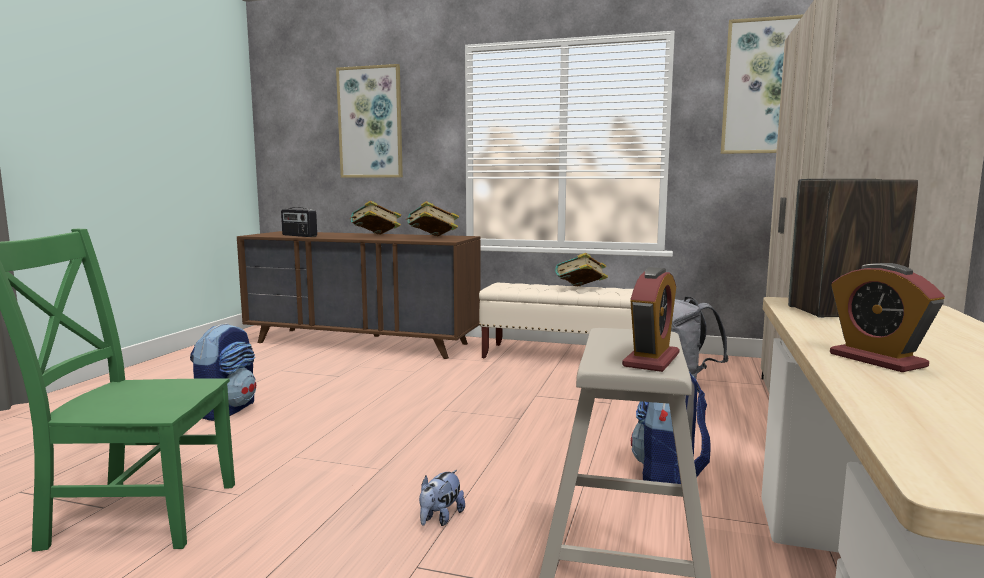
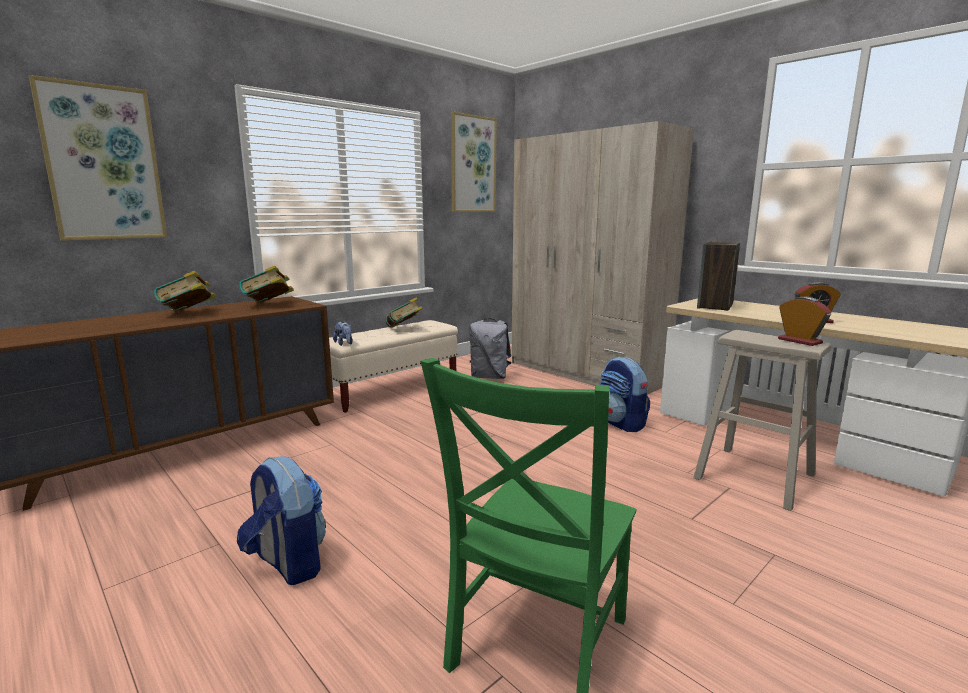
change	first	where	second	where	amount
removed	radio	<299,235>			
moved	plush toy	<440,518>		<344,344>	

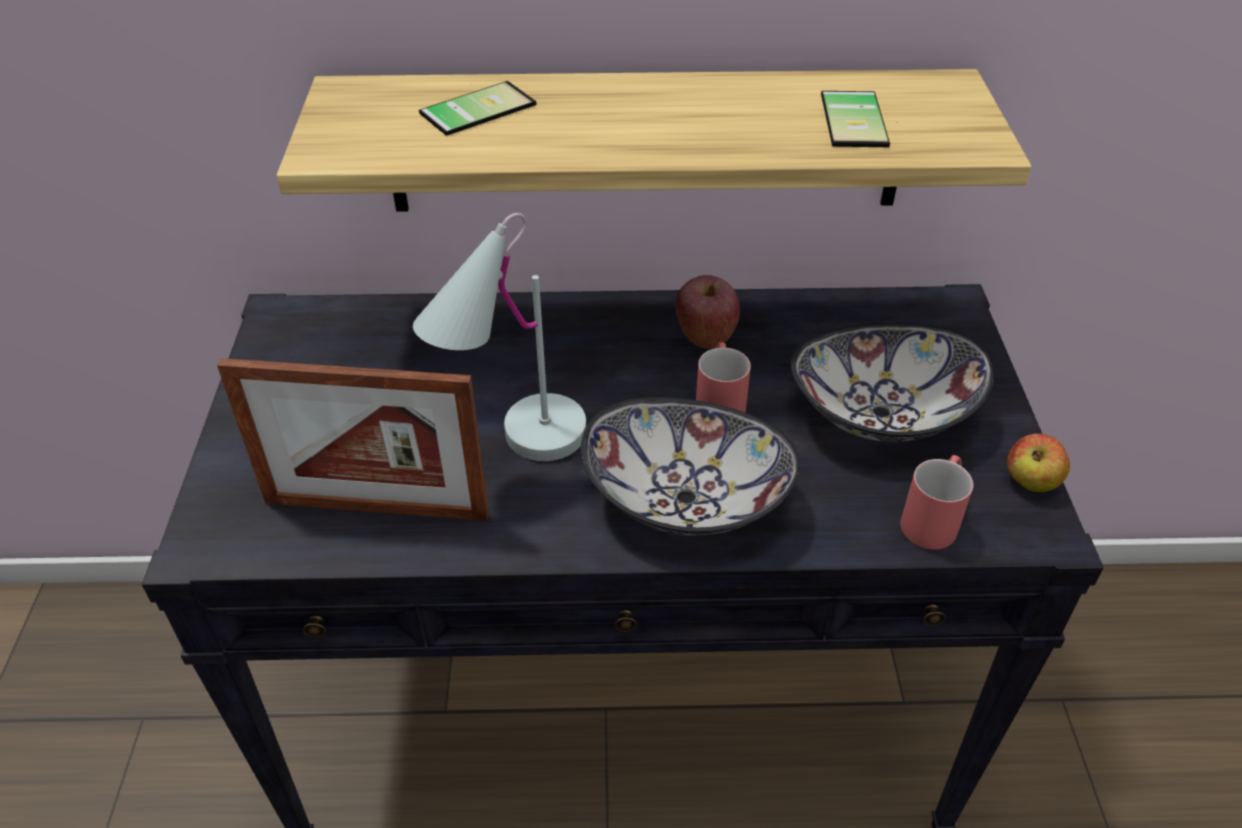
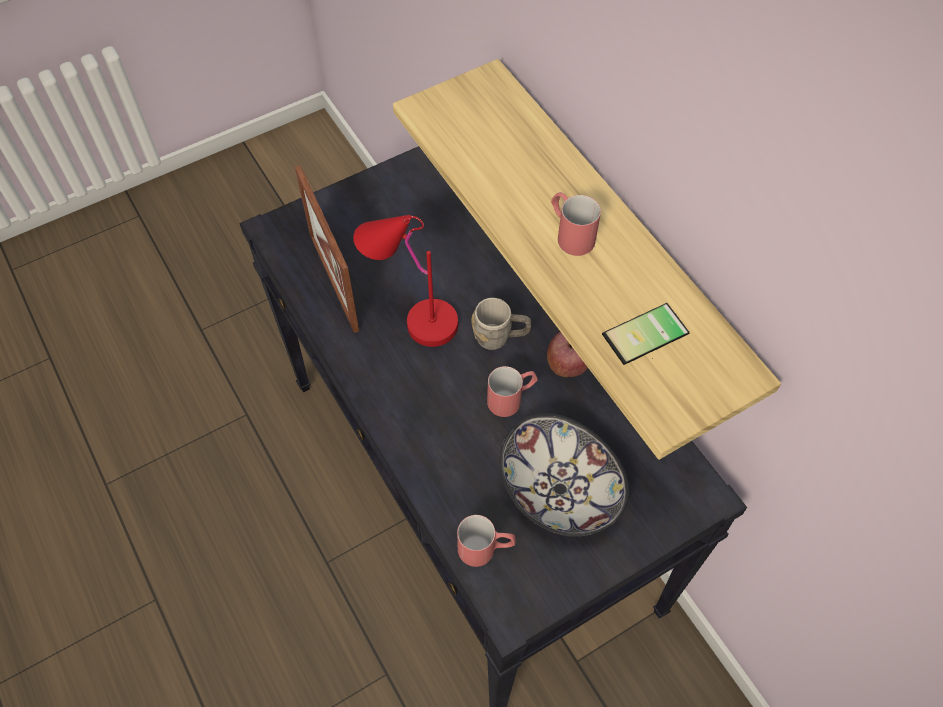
change	first	where	second	where	amount
removed	phone	<475,106>			
removed	bowl	<685,500>			
removed	apple	<1030,482>			
added			mug/grey	<500,337>	
added			mug/red	<570,234>	
recoloured	table lamp/white	<513,448>	table lamp/red	<410,316>	

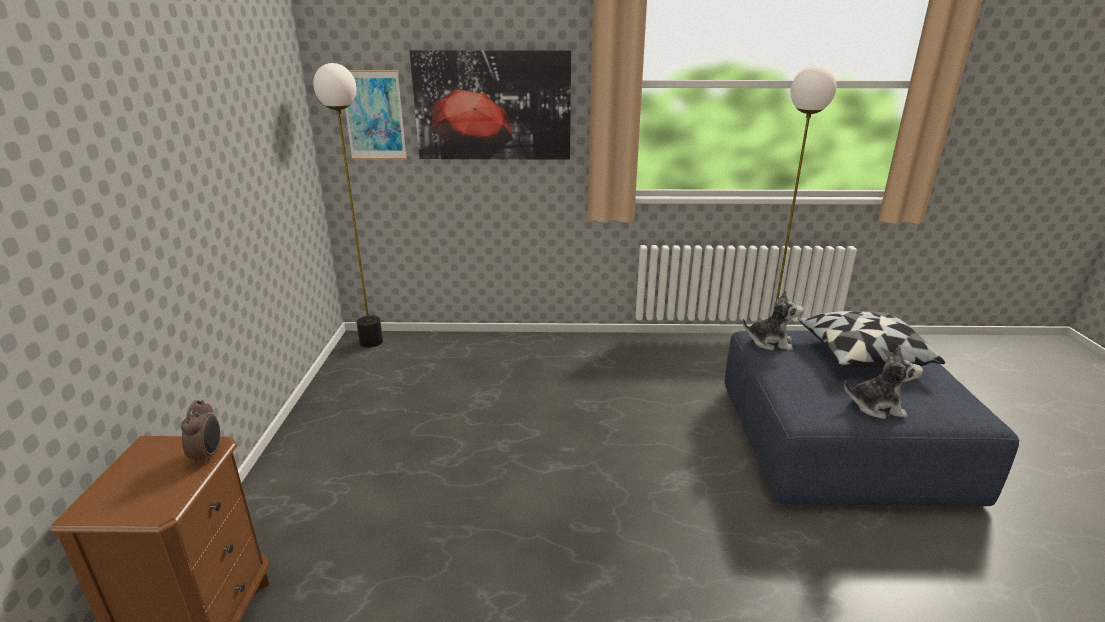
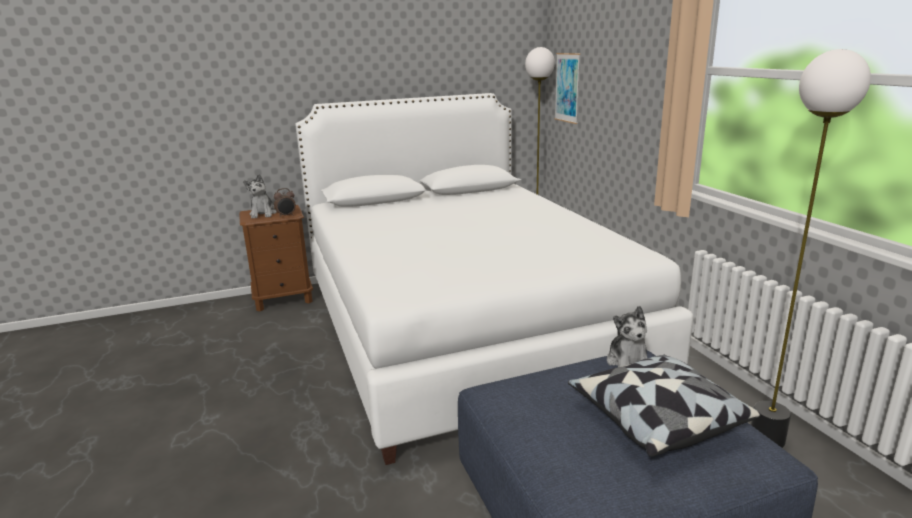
change	first	where	second	where	amount
removed	picture	<493,106>			
added			bed/white	<463,328>	
moved	plush toy	<876,407>		<263,214>	

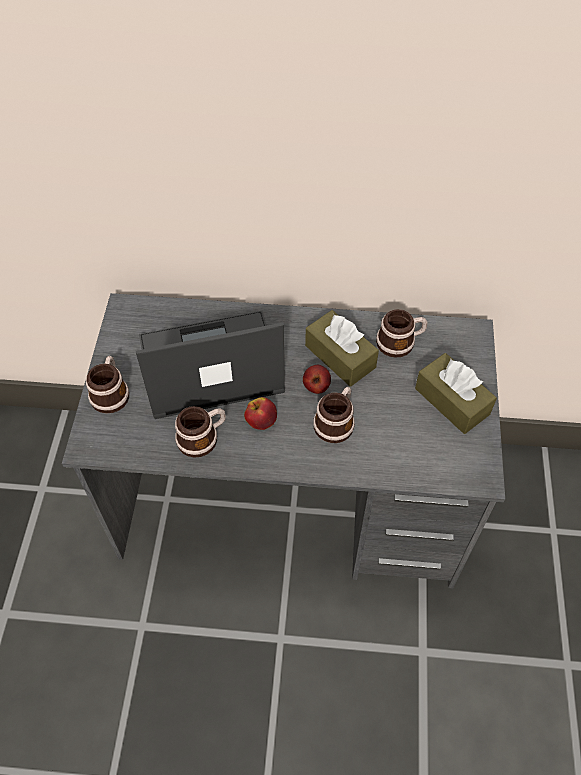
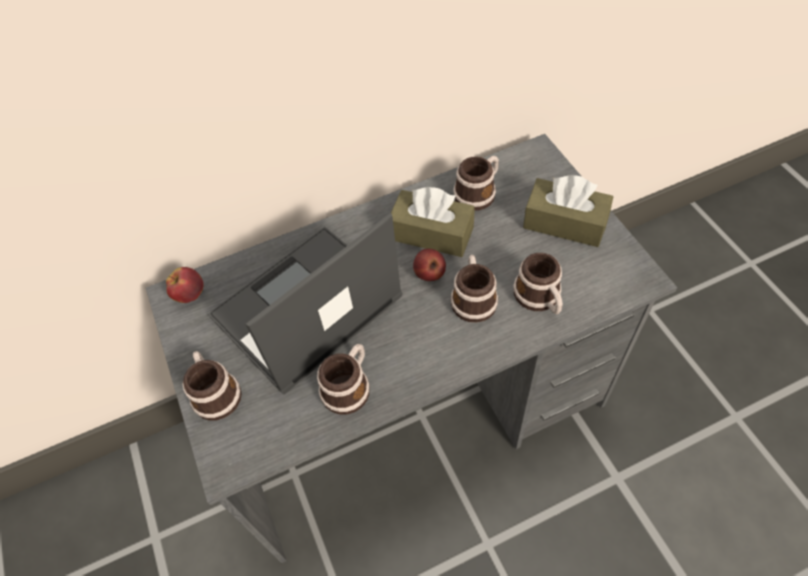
change	first	where	second	where	amount
added			mug	<540,298>	
moved	apple	<261,422>		<190,294>	

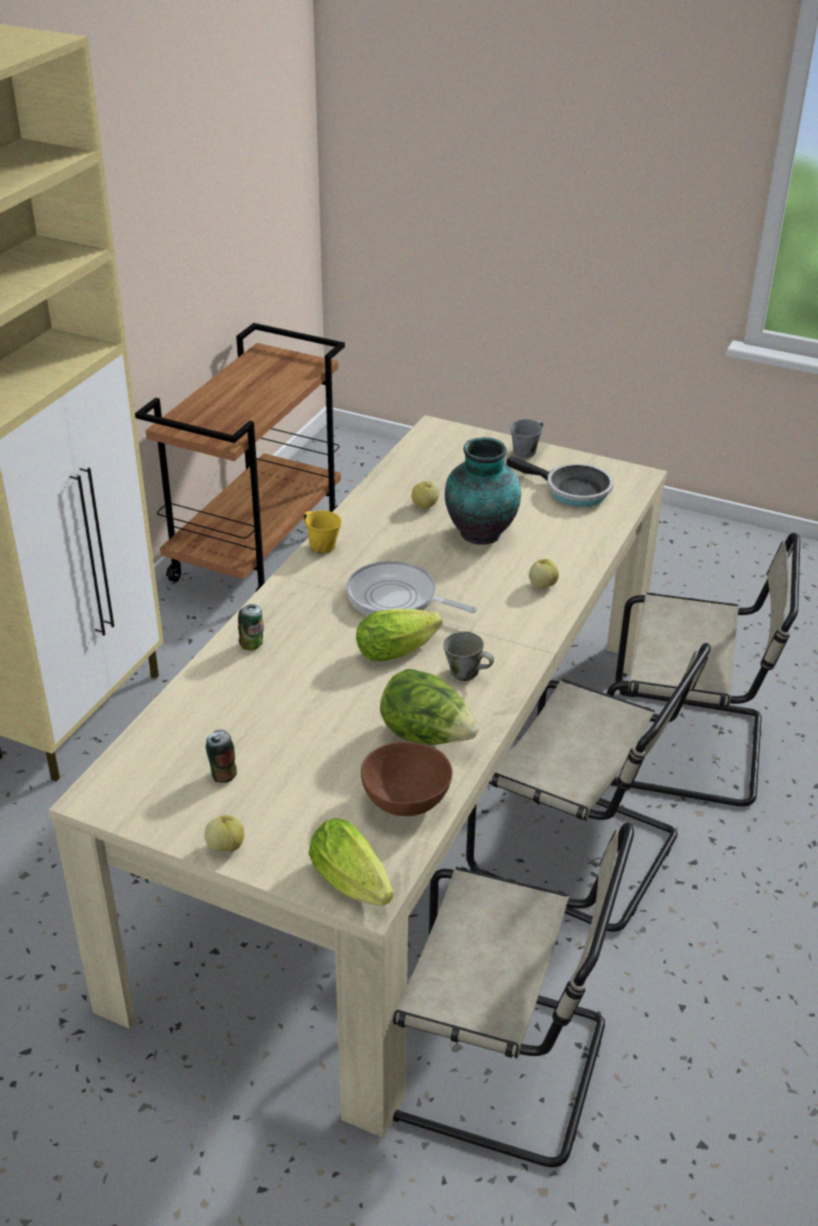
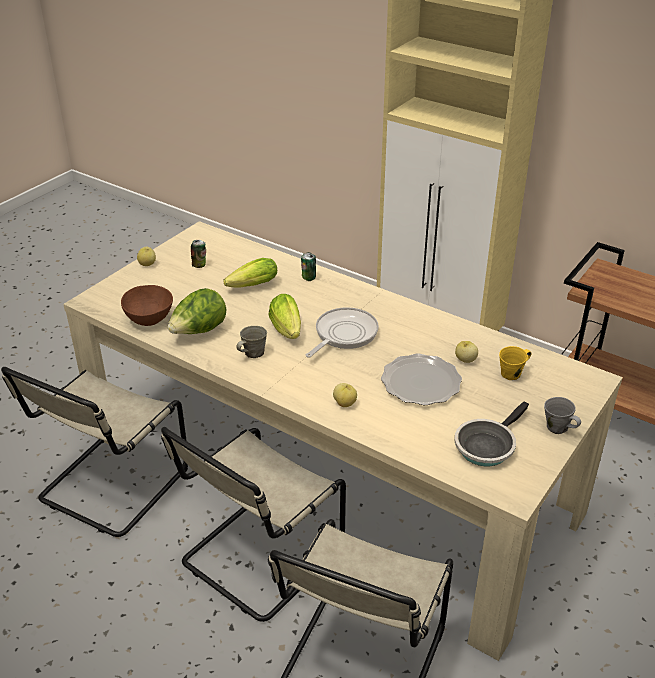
change	first	where	second	where	amount
moved	mug/yellow	<321,546>		<512,374>	
moved	lettuce	<354,884>		<250,286>	
replaced	vase	<481,534>	plate	<420,382>	

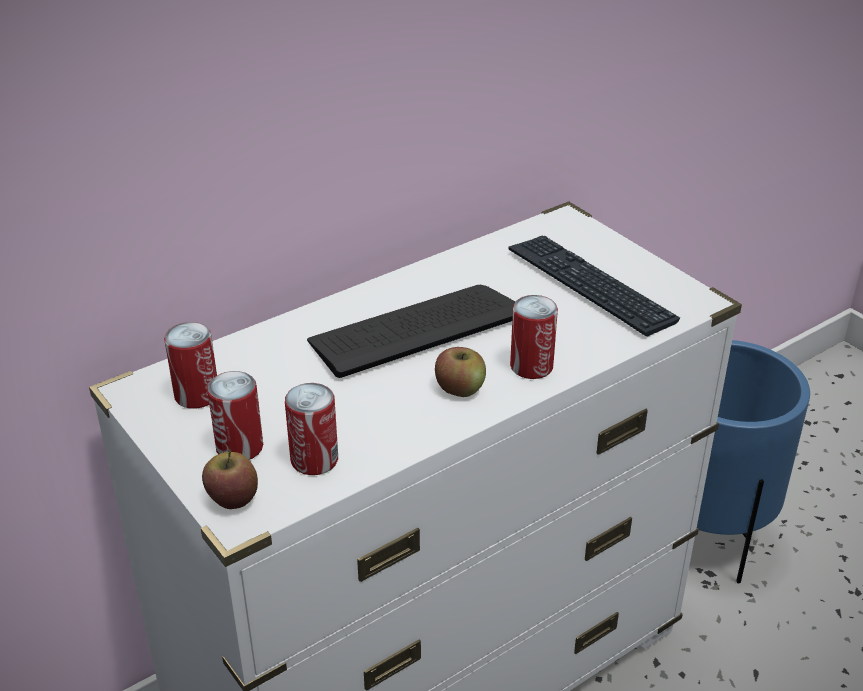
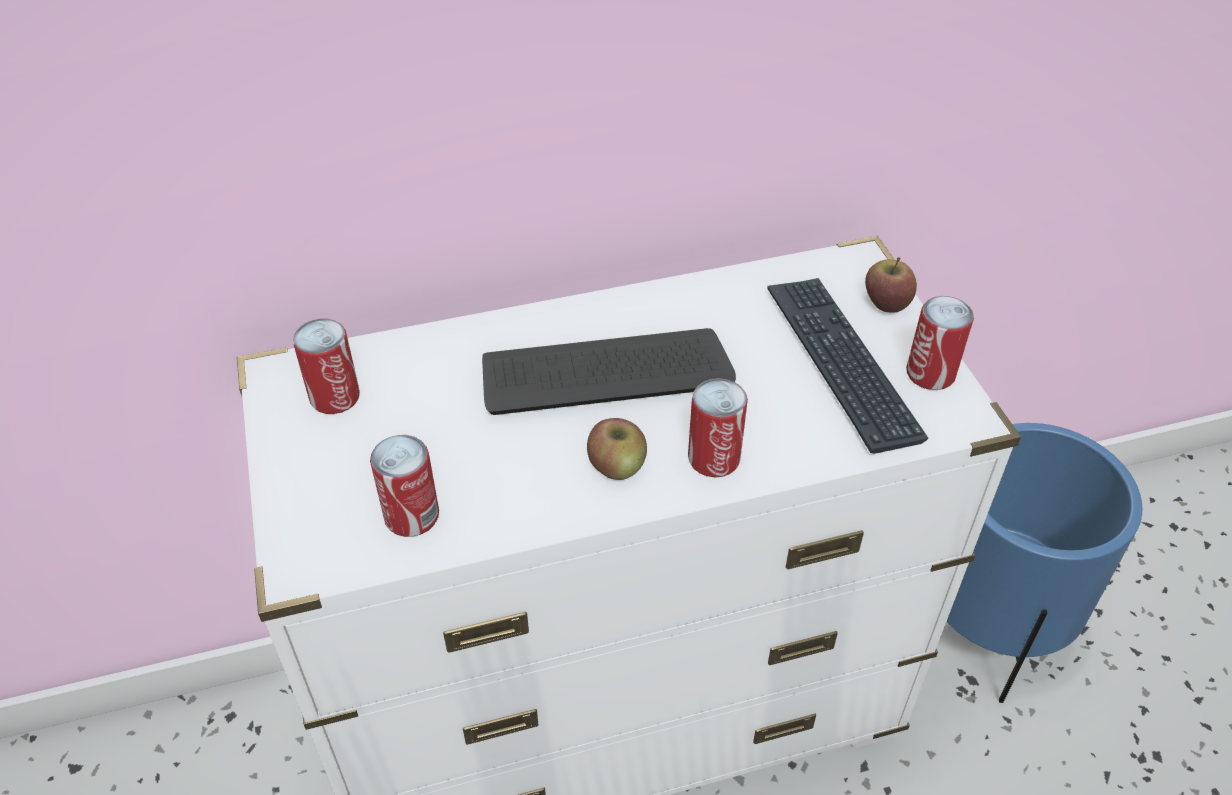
change	first	where	second	where	amount
moved	apple	<232,498>		<886,302>	
moved	can	<239,447>		<930,373>	

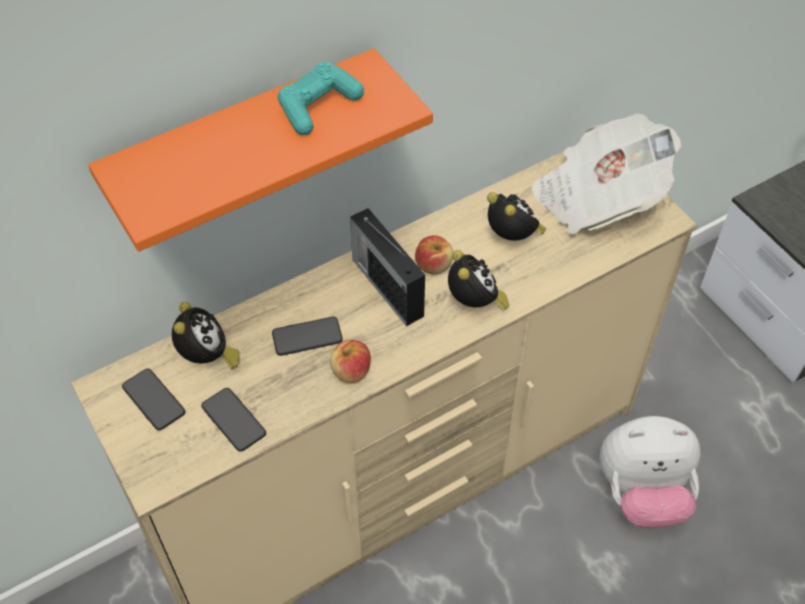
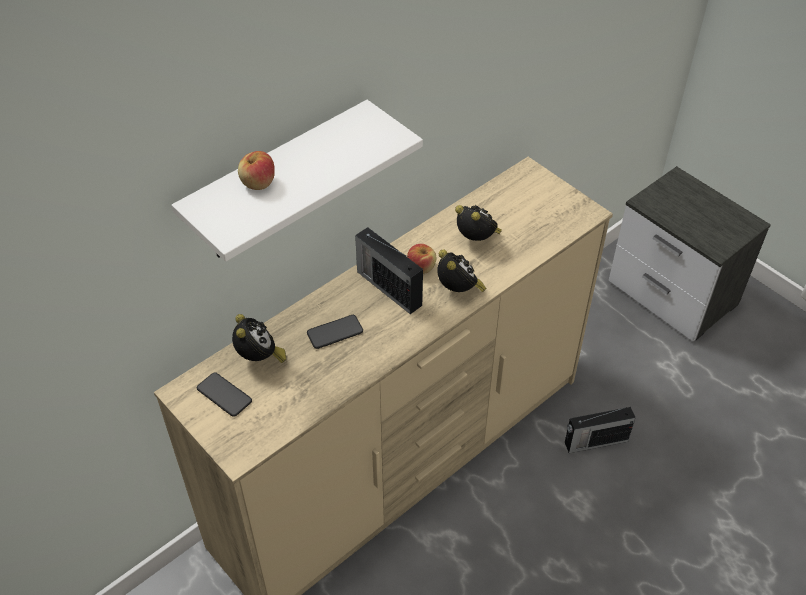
change	first	where	second	where	amount
removed	phone	<233,420>			
removed	game controller/turquoise	<318,106>			
removed	newspaper	<598,197>			
moved	apple	<351,371>		<258,183>	
replaced	plush toy	<642,493>	radio	<594,442>	
recoloured	shelf/orange	<245,147>	shelf/white	<278,184>	

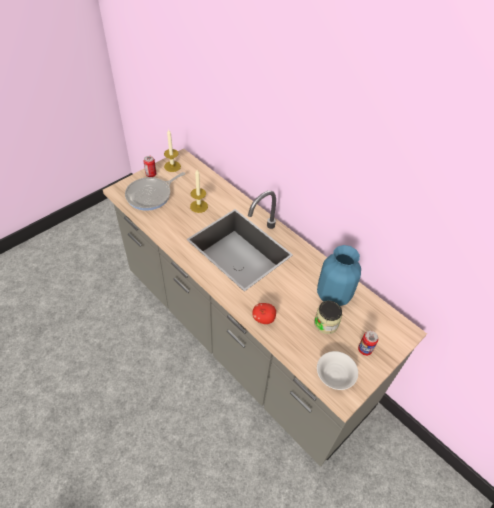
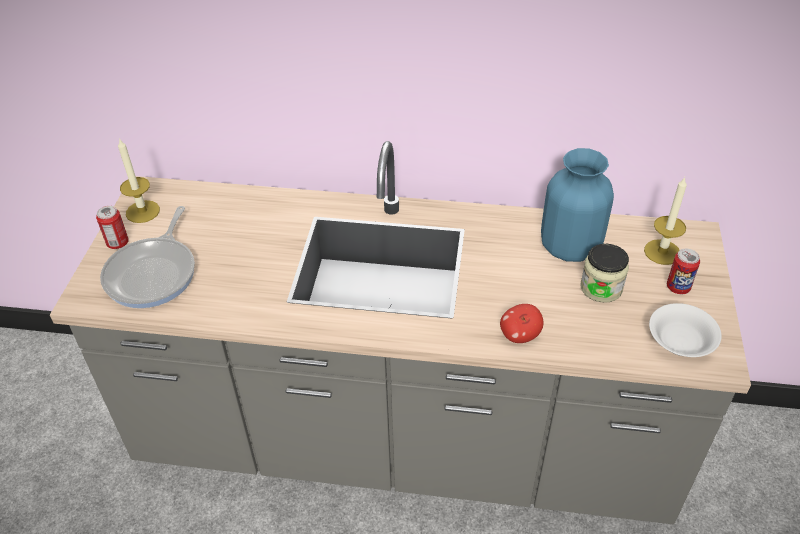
change	first	where	second	where	amount
moved	candle	<199,206>		<662,252>	

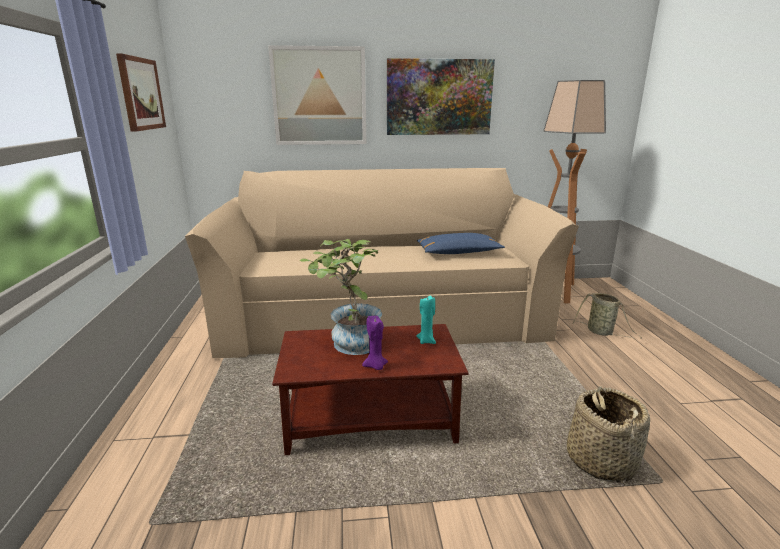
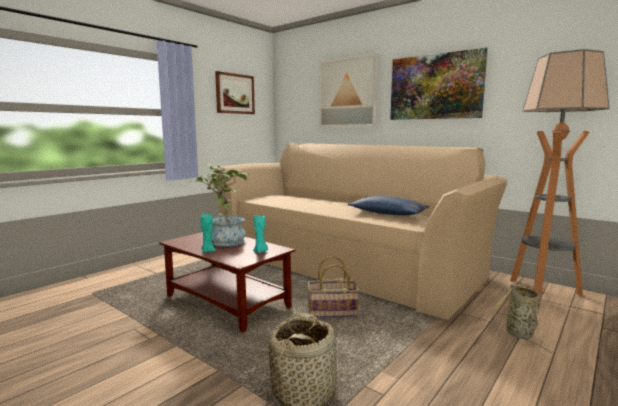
change	first	where	second	where	amount
added			basket	<332,312>	
recoloured	candle/purple	<375,366>	candle/turquoise	<207,251>	

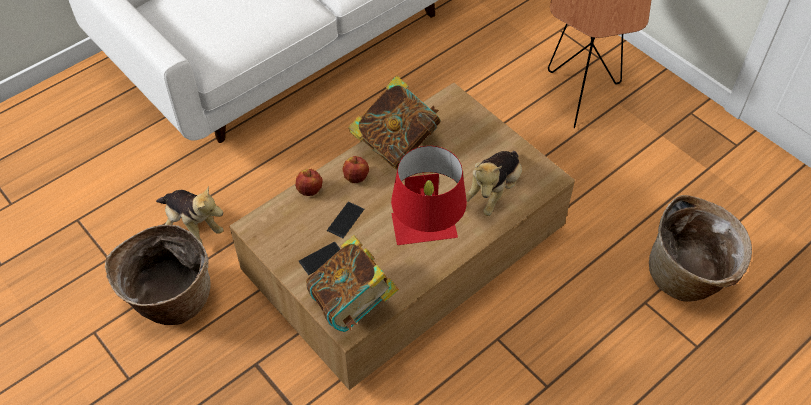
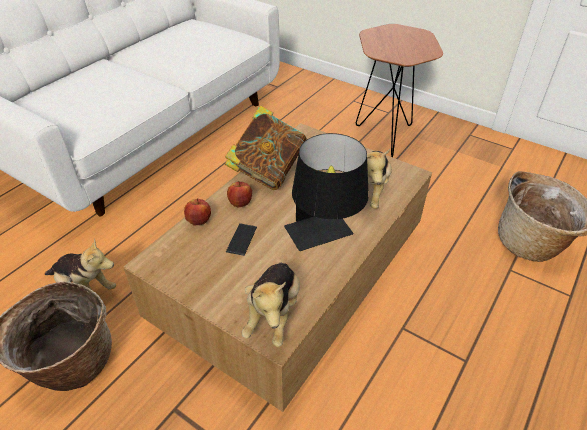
change	first	where	second	where	amount
removed	phone	<321,258>			
replaced	book	<352,303>	plush toy	<273,314>	
recoloured	table lamp/red	<427,236>	table lamp/black	<324,238>	

